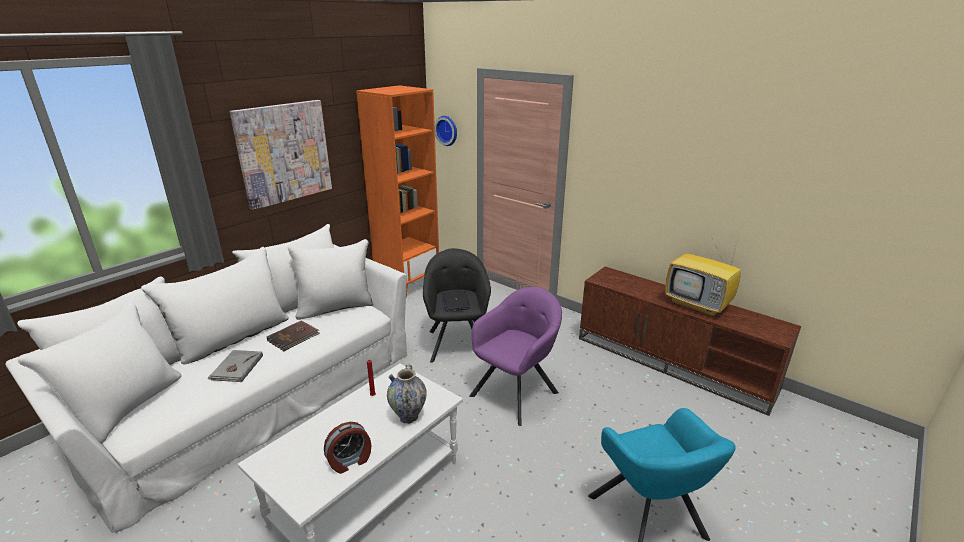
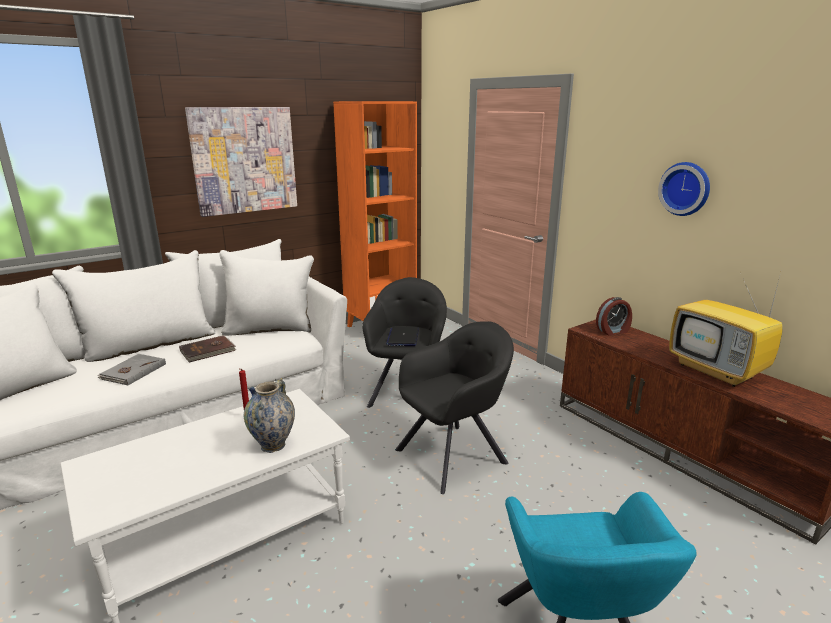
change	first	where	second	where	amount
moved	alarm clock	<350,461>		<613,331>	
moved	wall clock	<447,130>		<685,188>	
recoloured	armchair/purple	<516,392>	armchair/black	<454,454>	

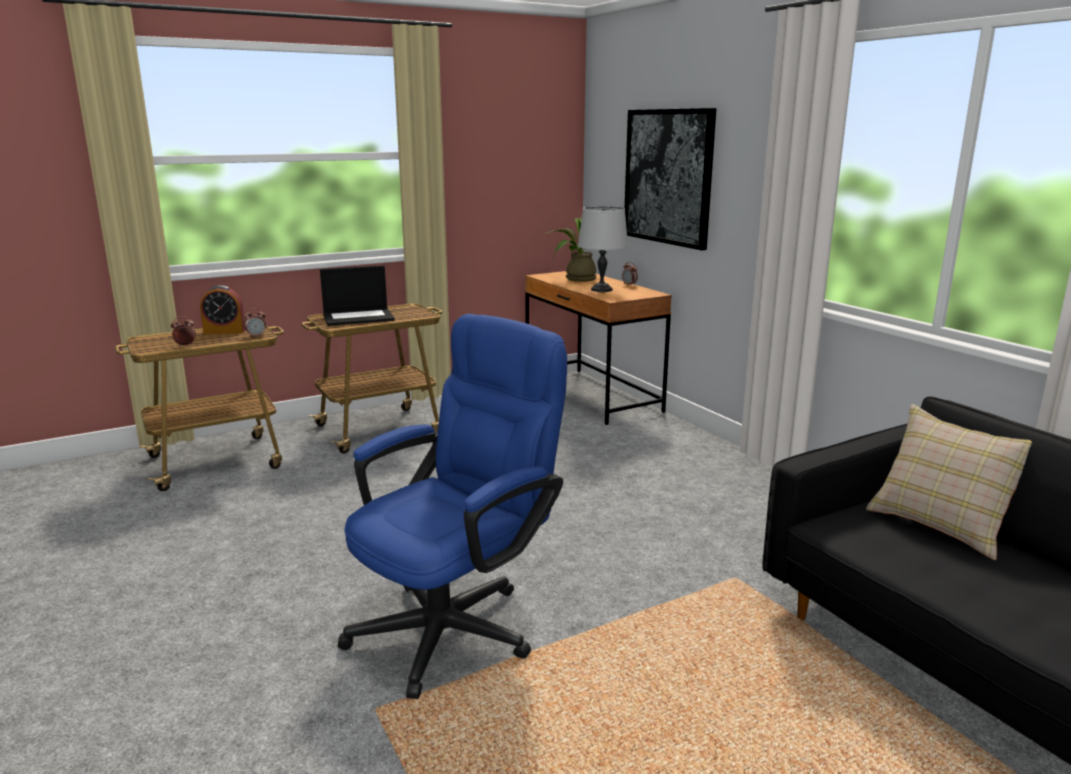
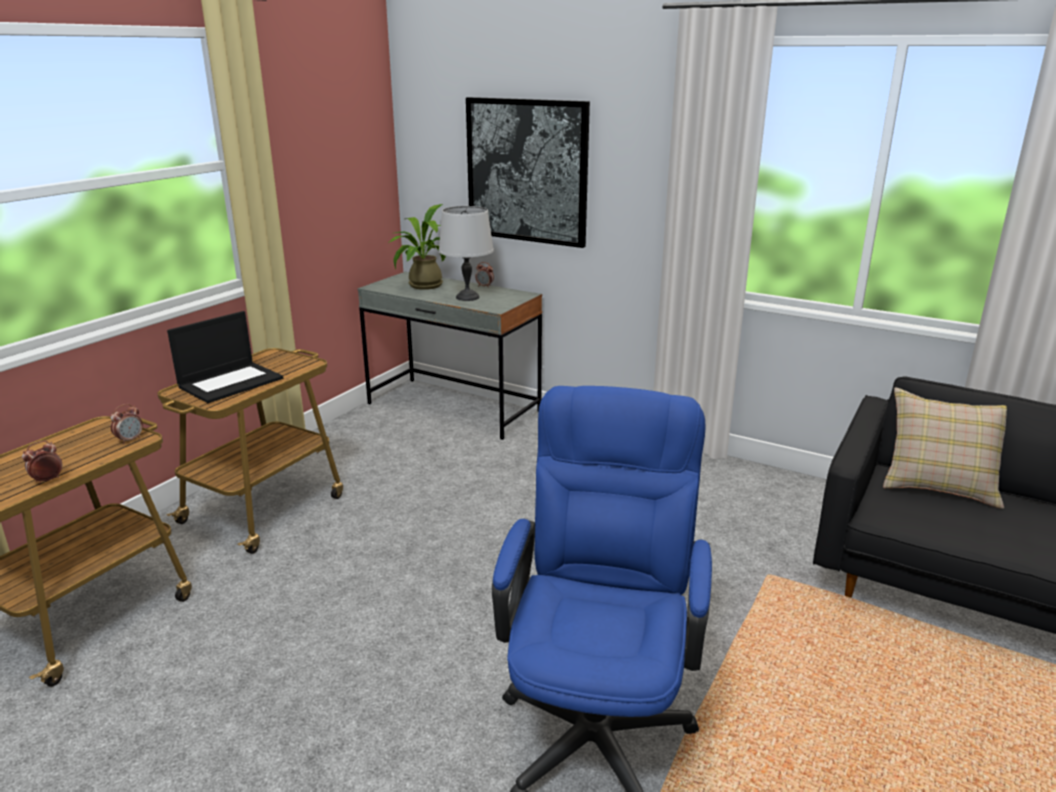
change	first	where	second	where	amount
removed	alarm clock	<224,331>			
recoloured	desk/brown	<591,395>	desk/grey	<453,408>	

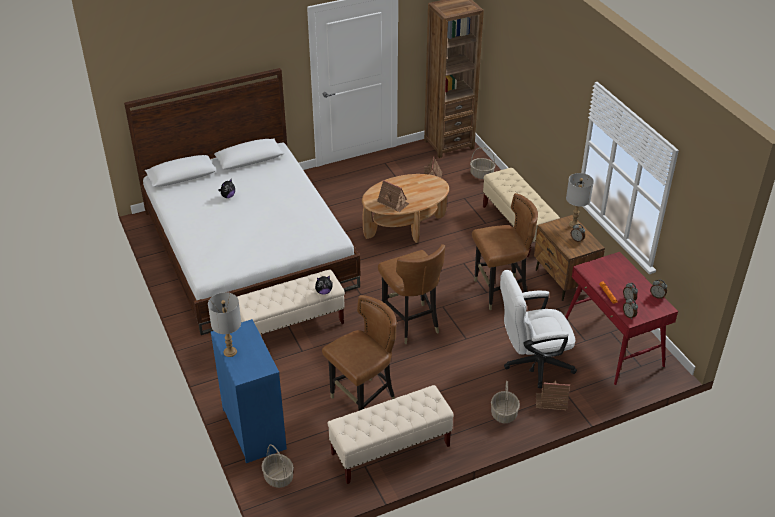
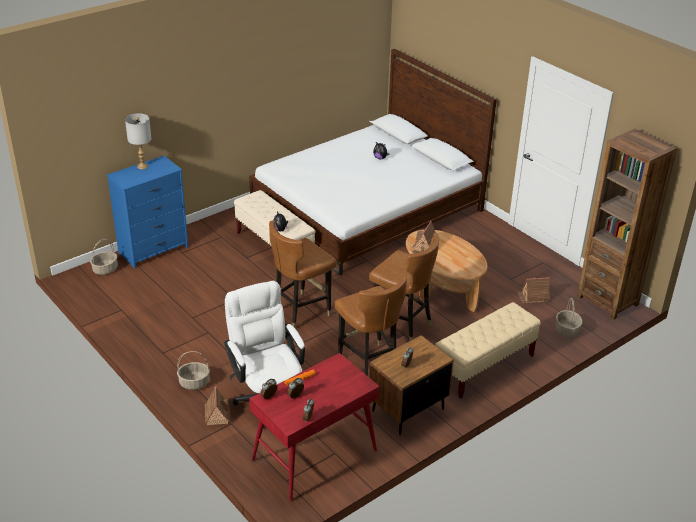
change	first	where	second	where	amount
removed	bench/beige	<390,450>			
removed	table lamp/grey	<574,224>			
moved	chair/brown	<363,402>		<401,325>	

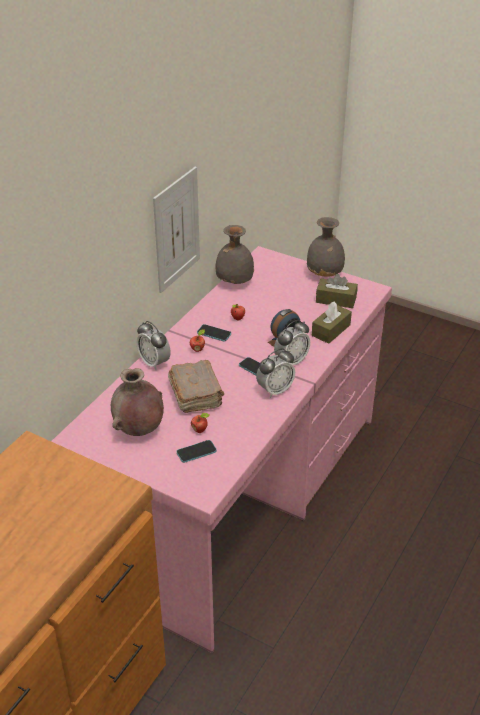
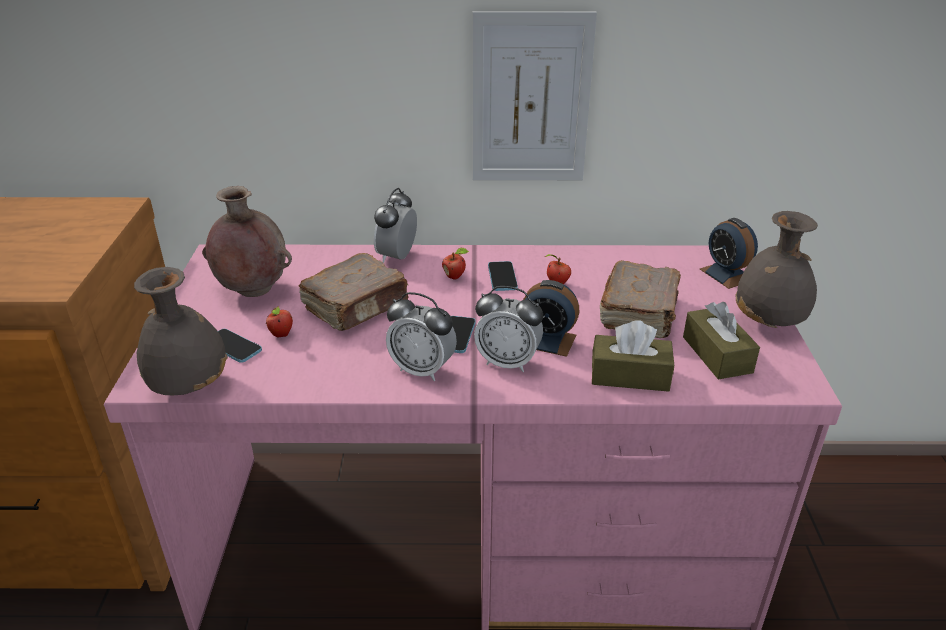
change	first	where	second	where	amount
added			book/brown	<639,313>	
added			alarm clock	<726,274>	
moved	vase/grey	<234,281>		<189,385>	

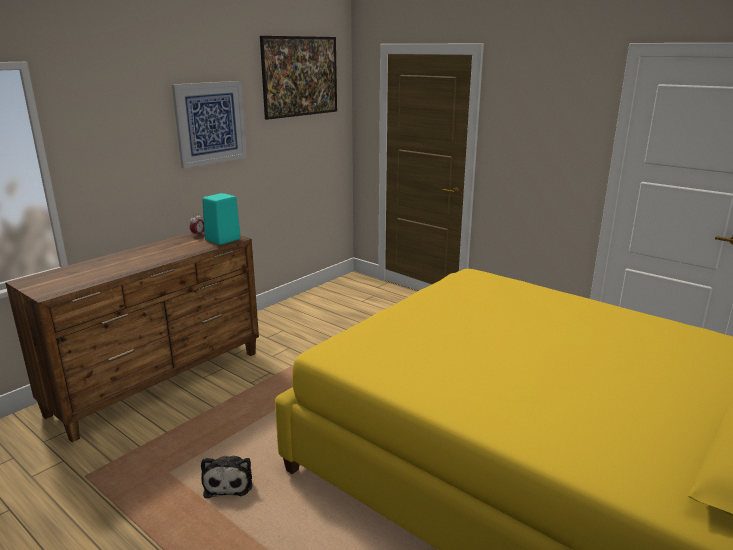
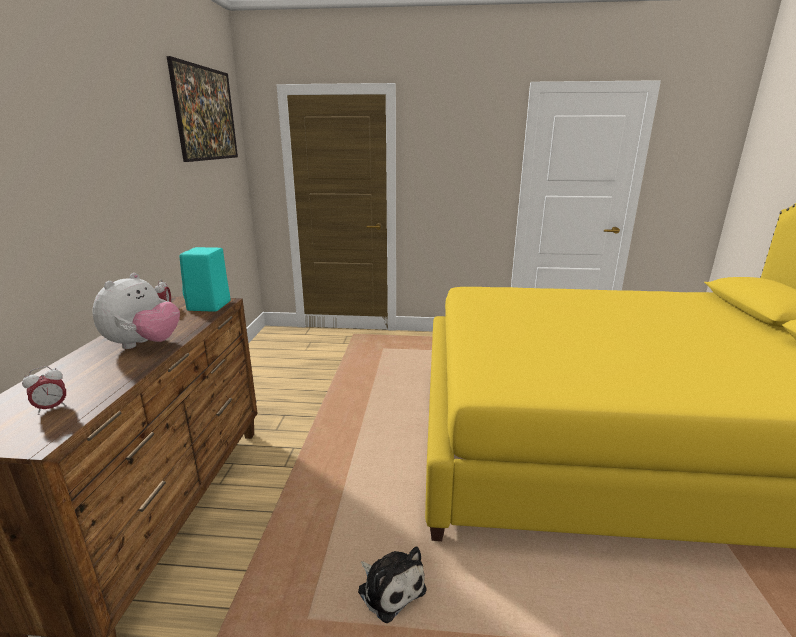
change	first	where	second	where	amount
removed	picture	<210,123>			
added			alarm clock	<52,408>	
added			plush toy	<144,345>	

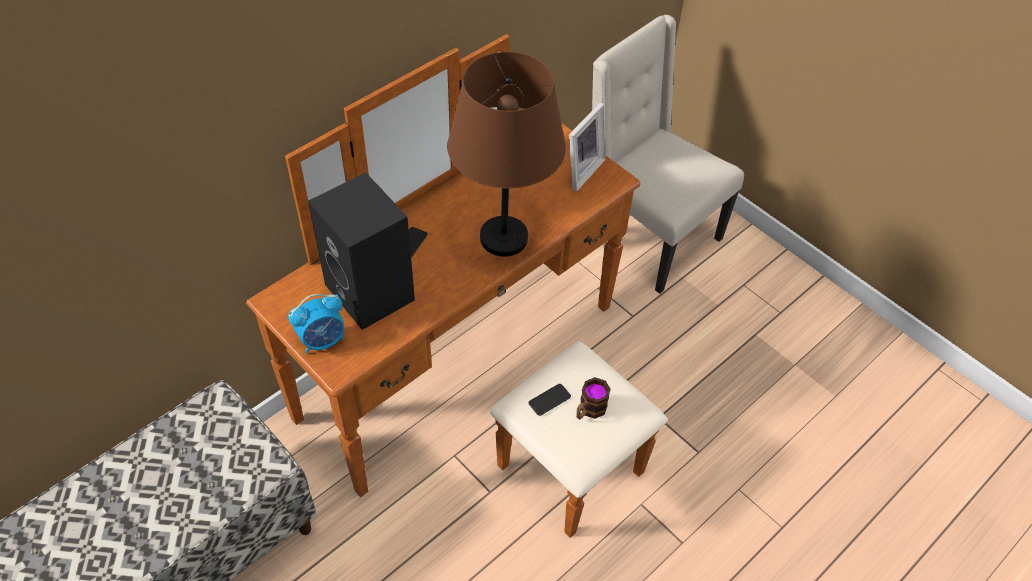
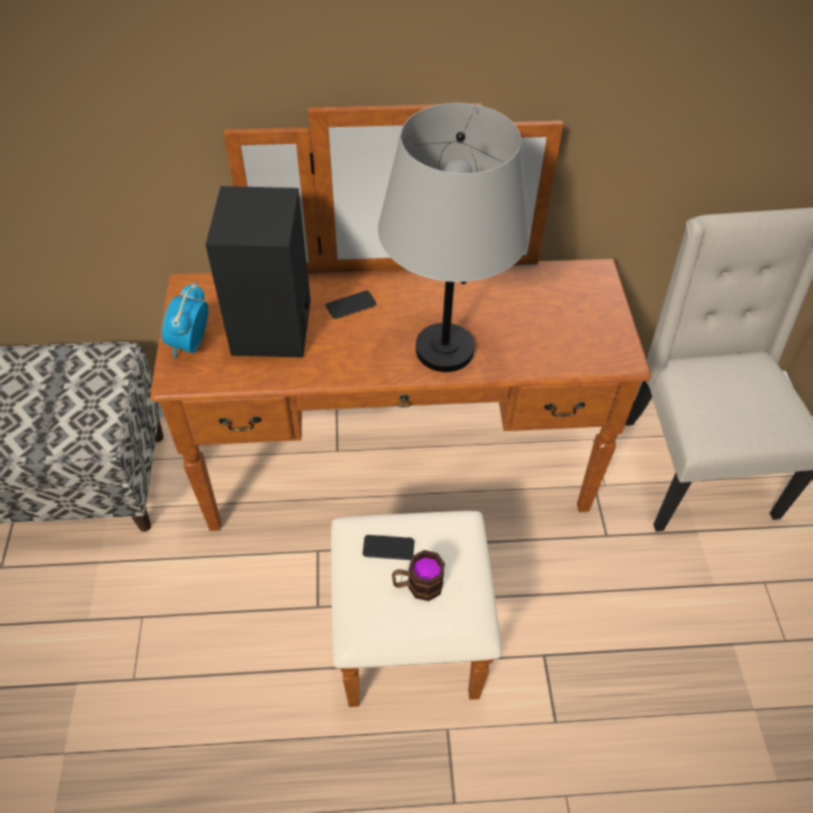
change	first	where	second	where	amount
removed	picture frame	<580,170>			
recoloured	table lamp/brown	<503,238>	table lamp/grey	<443,349>	
turned	alarm clock	<323,340>		<190,344>	90 degrees clockwise

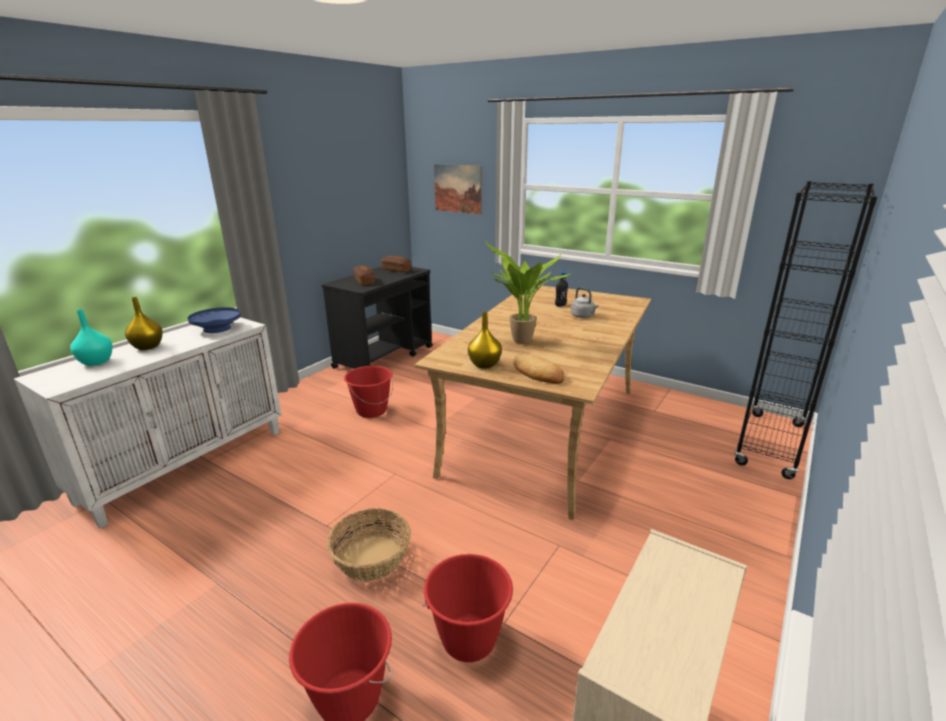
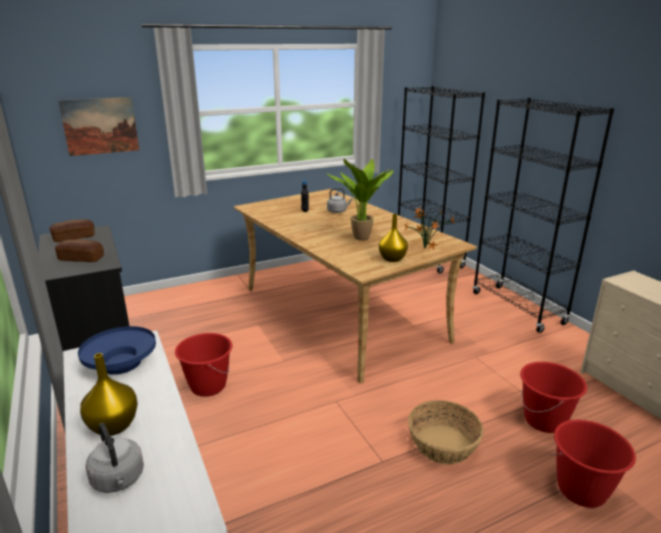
change	first	where	second	where	amount
added			bookcase/black	<517,308>	
replaced	vase/turquoise	<96,362>	kettle/grey	<119,480>	
replaced	bread	<537,373>	potted plant	<424,248>	

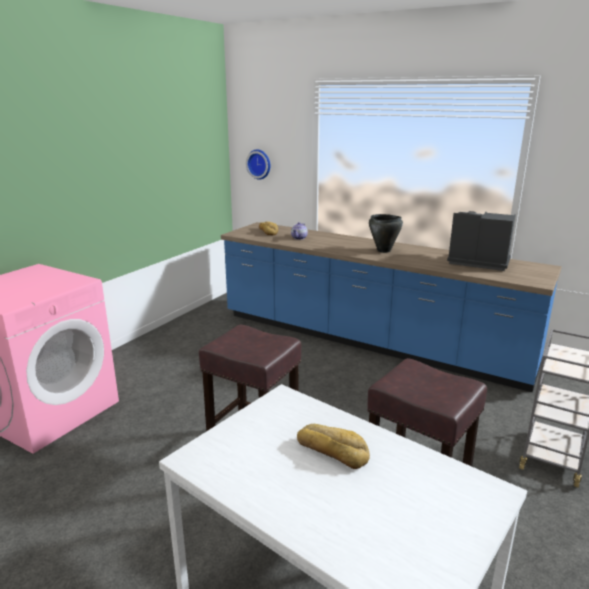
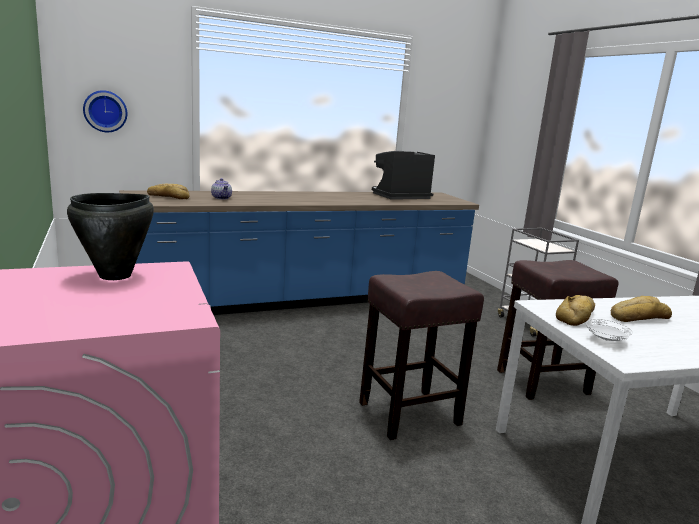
change	first	where	second	where	amount
added			bread	<577,316>	
added			plate/white	<606,340>	
moved	cooking pot/black	<384,251>		<115,276>	

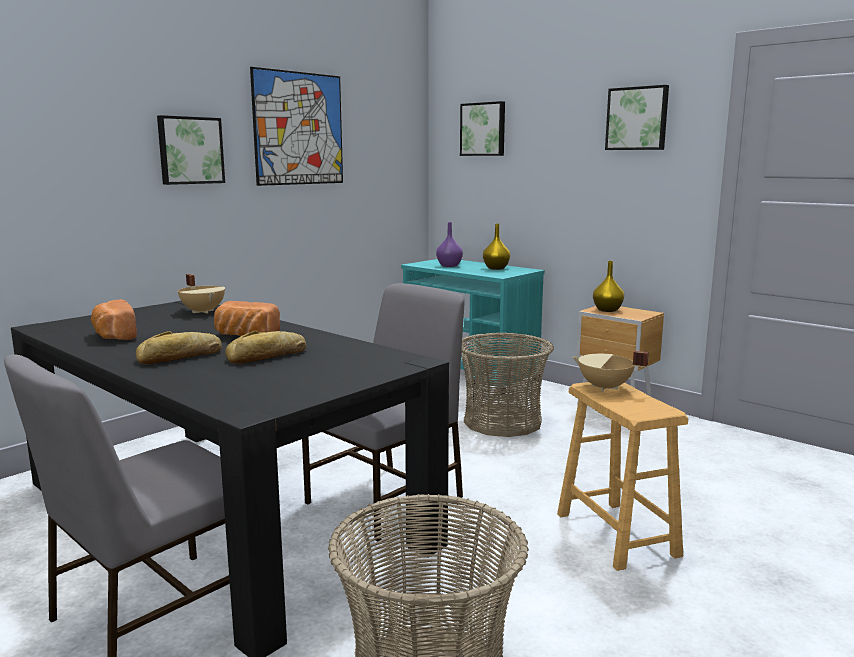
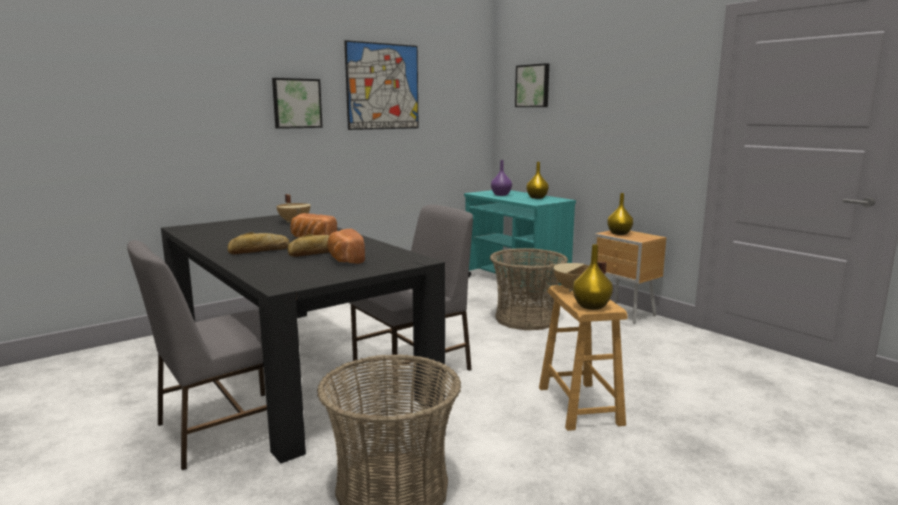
change	first	where	second	where	amount
removed	picture	<637,118>			
added			vase/yellow	<590,306>	
moved	bread	<113,336>		<344,259>	

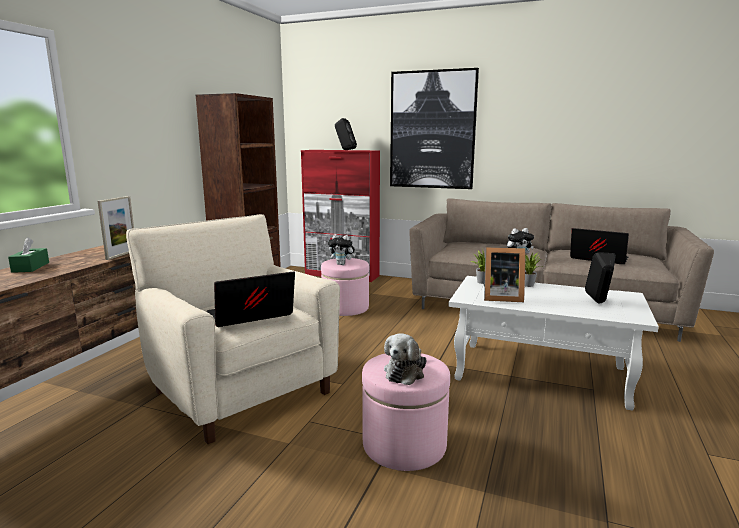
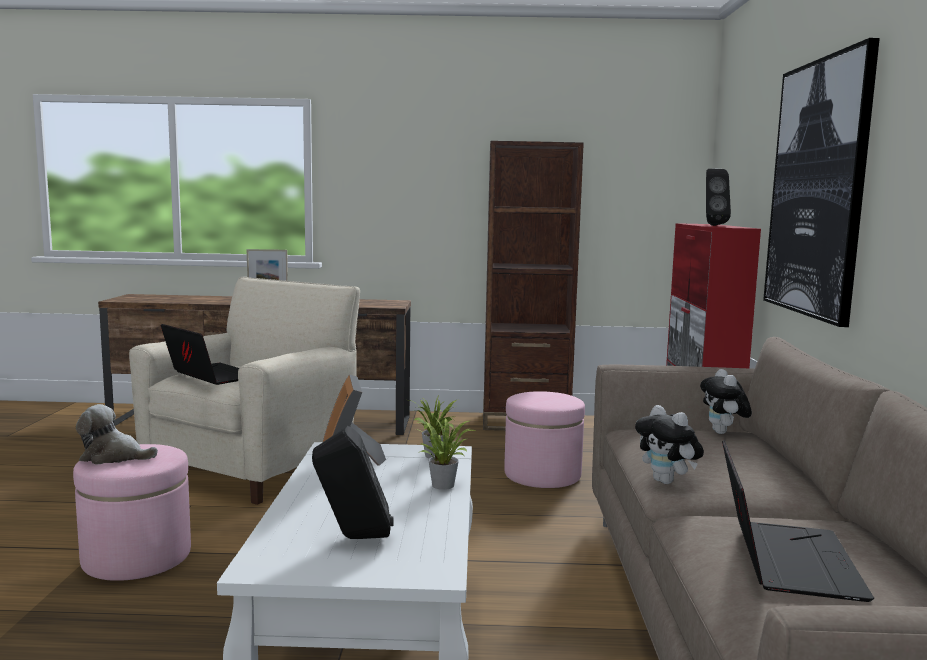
change	first	where	second	where	amount
removed	tissue box/green	<30,267>			
moved	plush toy	<342,264>		<723,433>	

